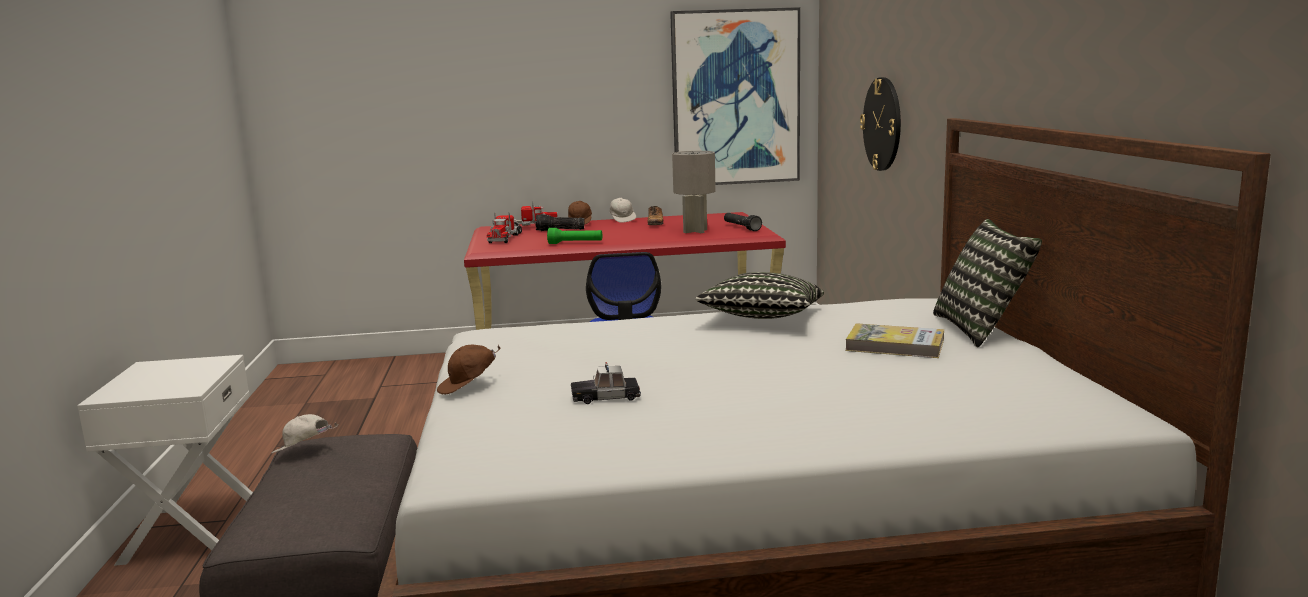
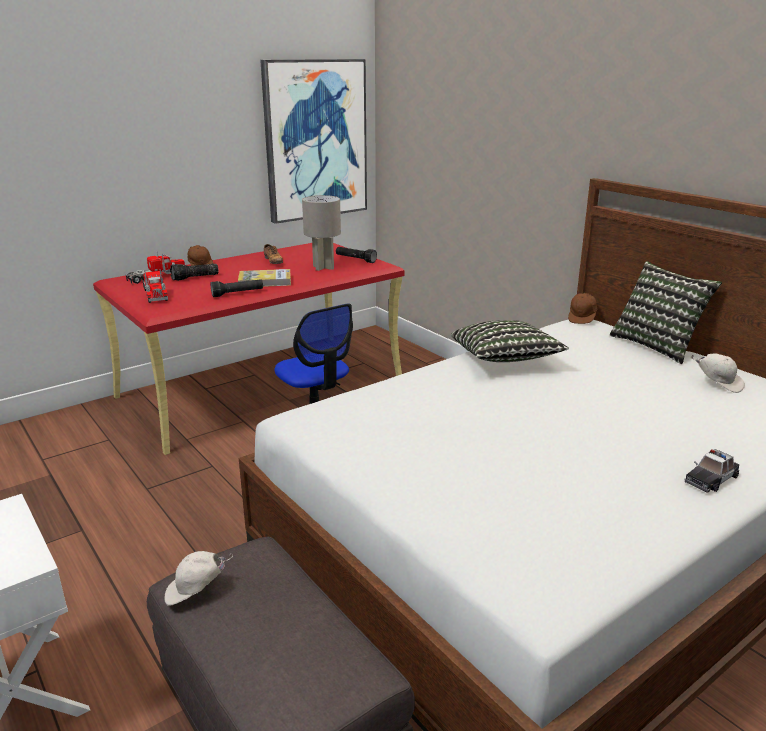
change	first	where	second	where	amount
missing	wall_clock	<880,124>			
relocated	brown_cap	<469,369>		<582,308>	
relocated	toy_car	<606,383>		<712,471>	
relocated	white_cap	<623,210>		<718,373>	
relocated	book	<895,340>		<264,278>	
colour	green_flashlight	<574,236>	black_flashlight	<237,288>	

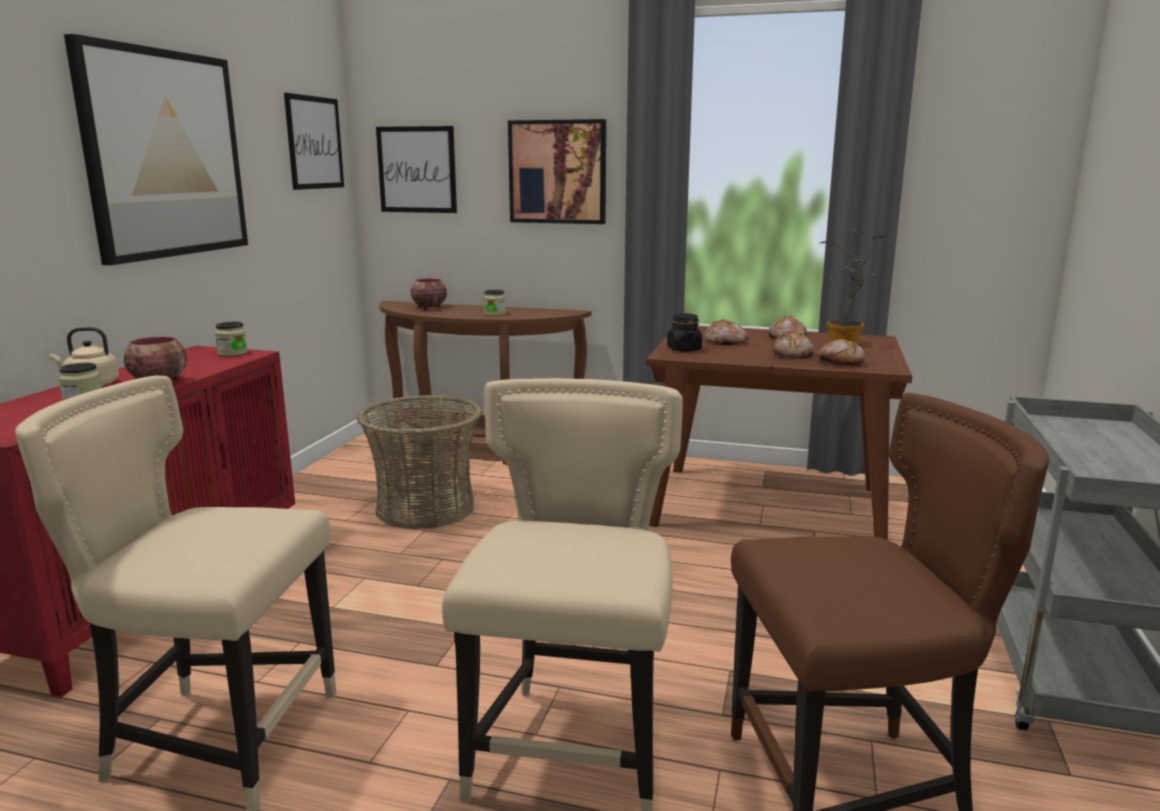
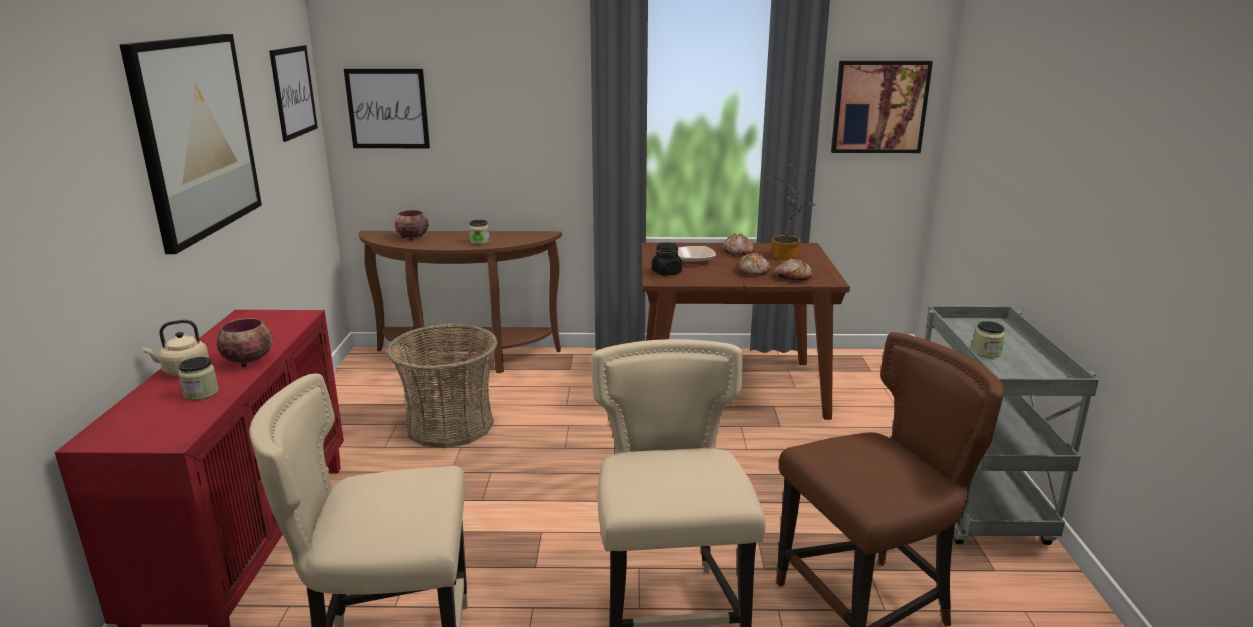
change	first	where	second	where	amount
relocated	jar	<231,339>		<988,339>	
relocated	picture	<557,171>		<882,107>	
exchanged	bread	<726,332>	bowl	<697,255>	

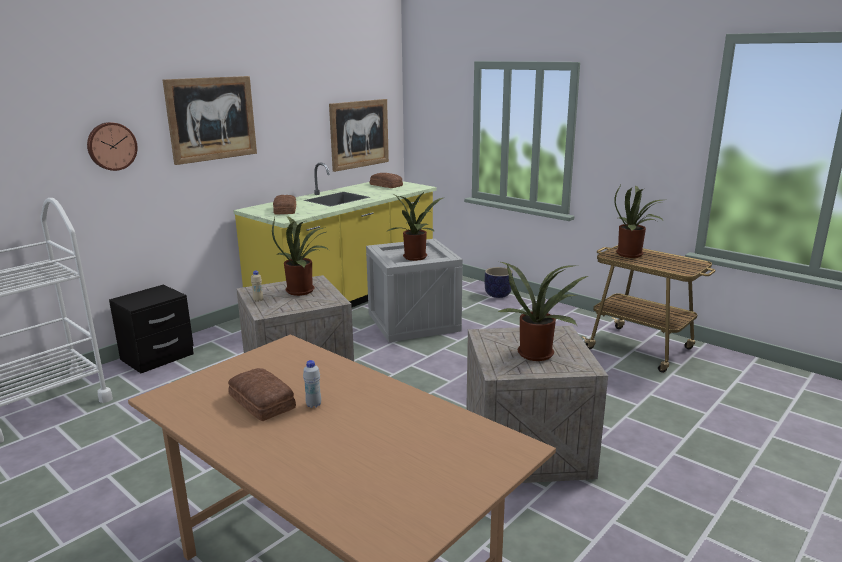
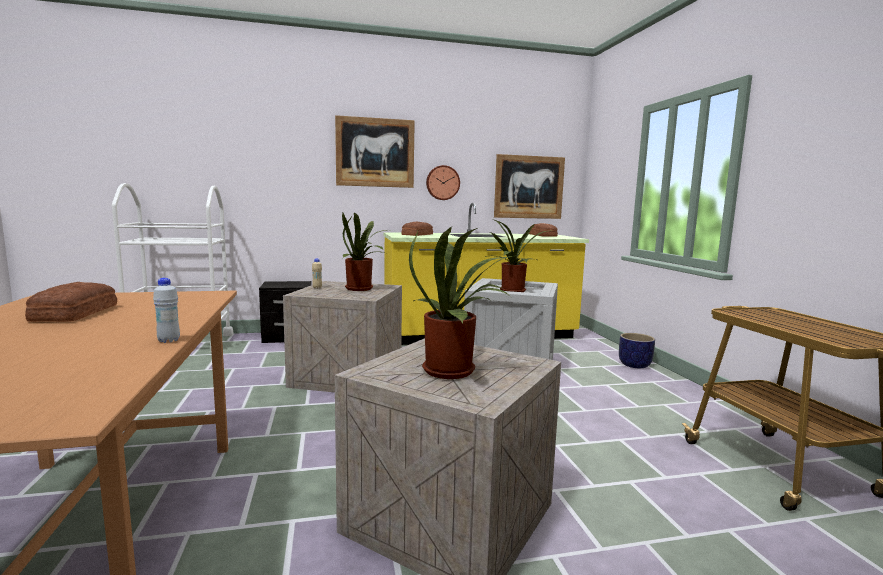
change	first	where	second	where	amount
missing	potted_plant	<638,221>			
relocated	wall_clock	<112,146>		<443,182>	
relocated	white_bottle	<312,384>		<166,310>	

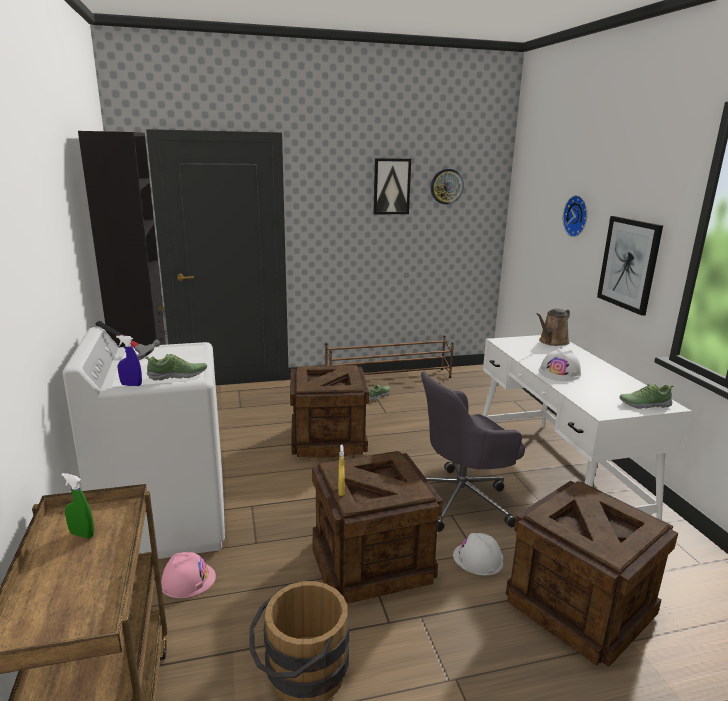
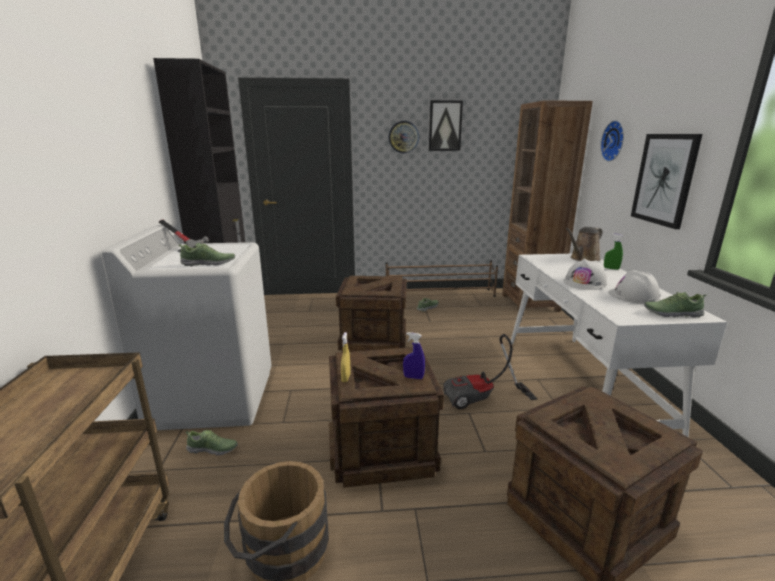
change	first	where	second	where	amount
appeared			brown_bookcase	<547,206>	
relocated	green_spray_bottle	<77,506>		<613,251>	
relocated	blue_spray_bottle	<129,360>		<414,355>	
relocated	wall_clock	<447,187>		<403,137>	
relocated	white_hard_hat	<478,554>		<634,287>	
exchanged	pink_hard_hat	<188,575>	shoe	<211,443>	
exchanged	grey_office_chair	<473,451>	vacuum_cleaner	<490,371>	

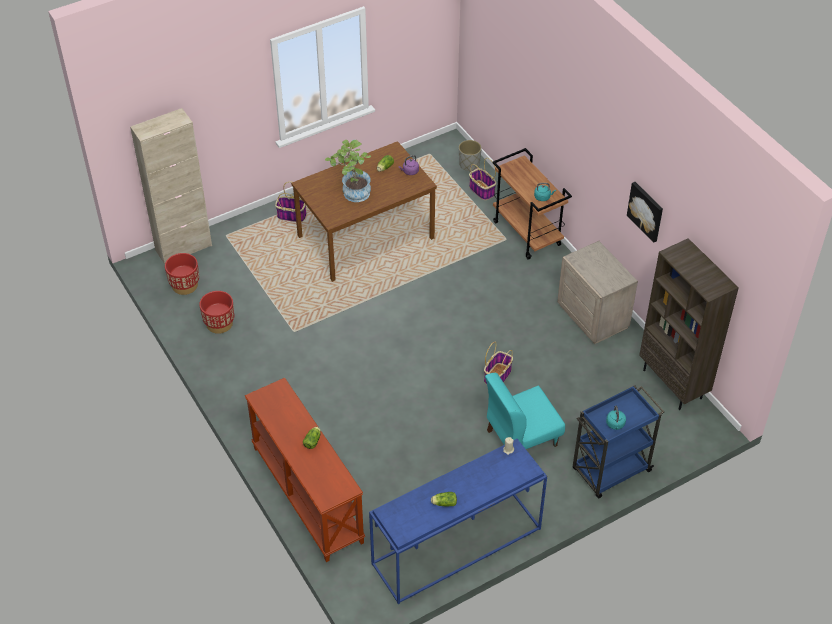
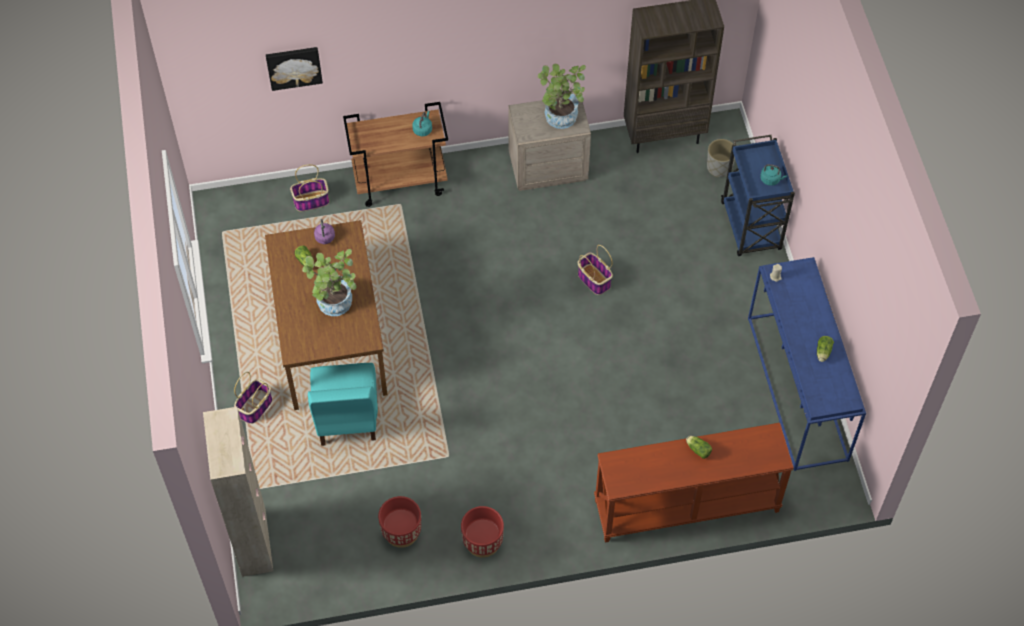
change	first	where	second	where	amount
appeared			potted_plant	<562,96>	
relocated	red_planter	<182,274>		<482,532>	
relocated	grey_planter	<470,156>		<721,158>	
relocated	turquoise_chair	<525,411>		<343,404>	
relocated	picture	<645,212>		<294,69>	

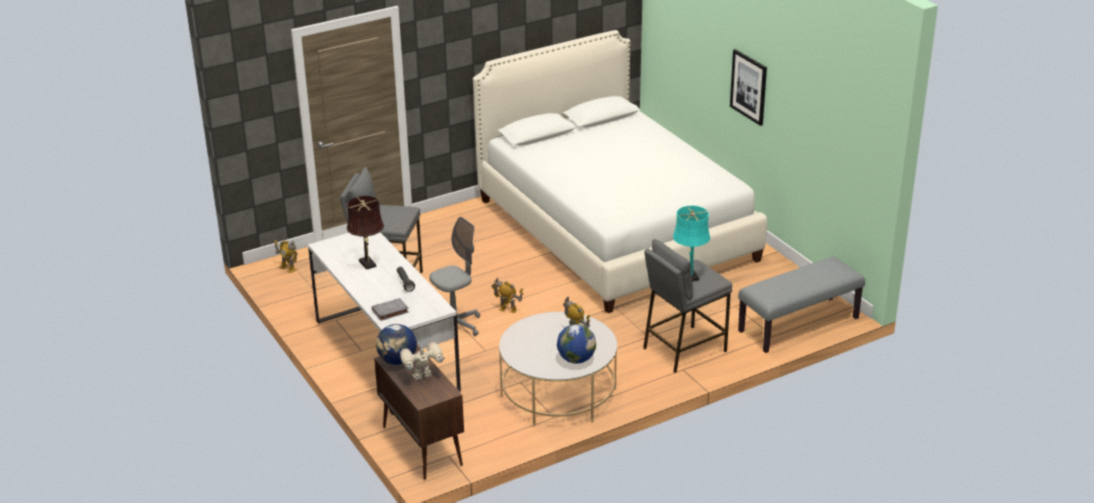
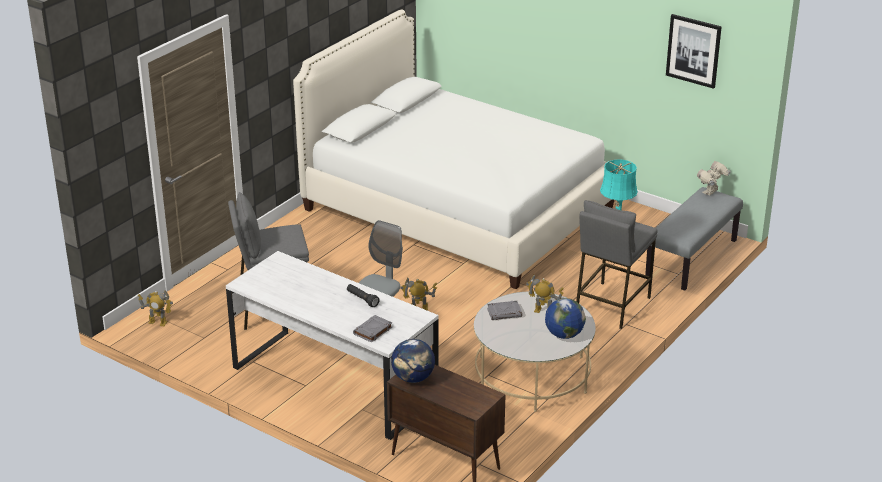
change	first	where	second	where	amount
missing	brown_table_lamp	<365,233>			
appeared			grey_book	<504,310>	
relocated	toy_robot	<422,361>		<714,178>	
relocated	picture	<748,87>		<694,51>	

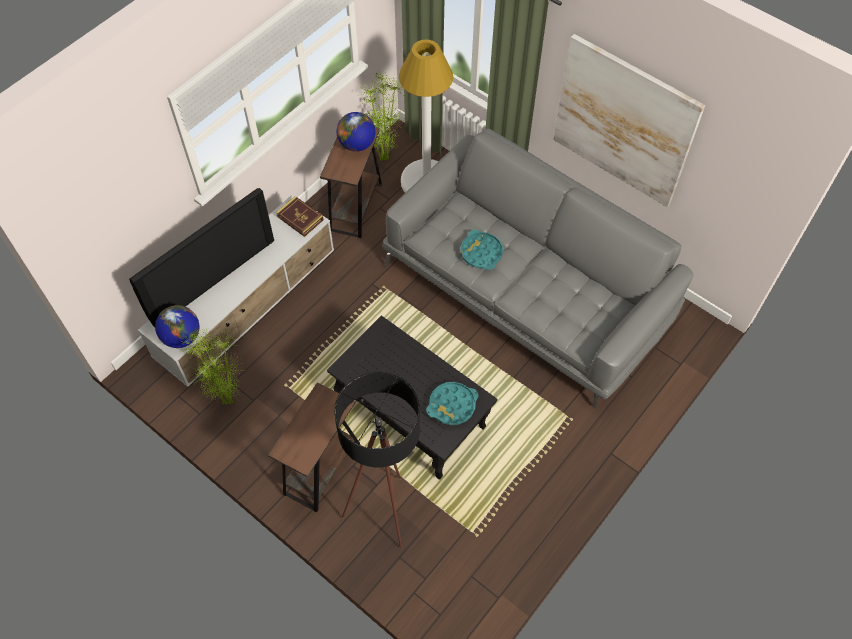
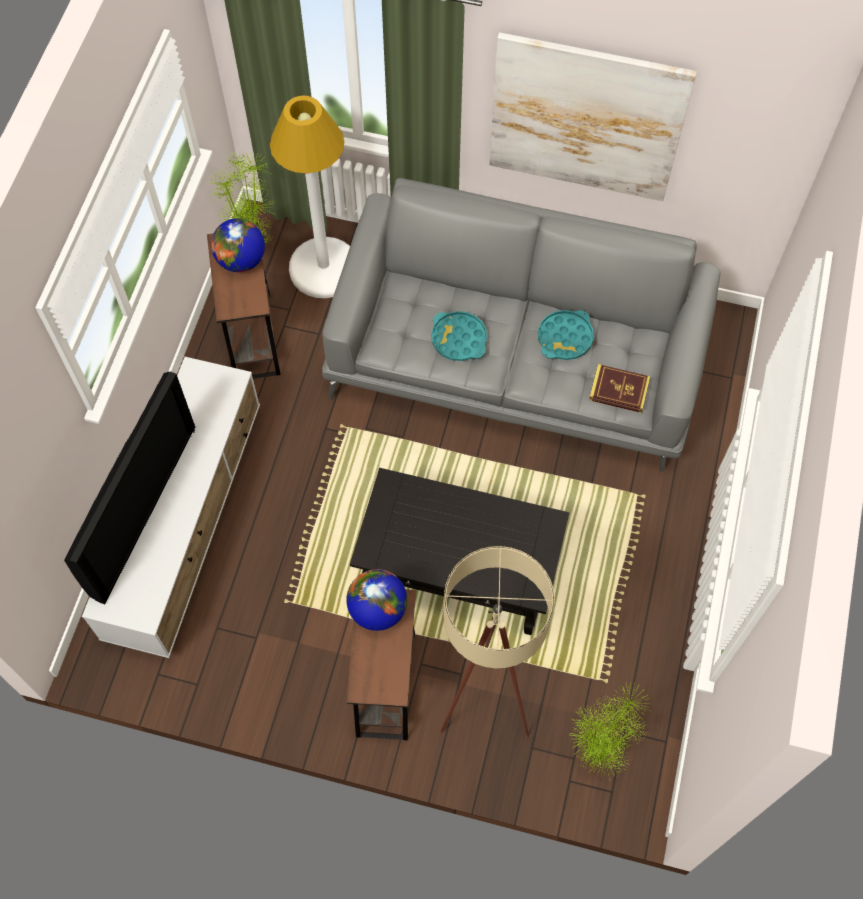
change	first	where	second	where	amount
relocated	globe	<177,326>		<376,600>	
relocated	potted_plant	<211,367>		<609,731>	
relocated	book	<300,216>		<619,388>	
relocated	turquoise_tray	<452,403>		<566,335>	
colour	black_floor_lamp	<377,460>	beige_floor_lamp	<497,641>	

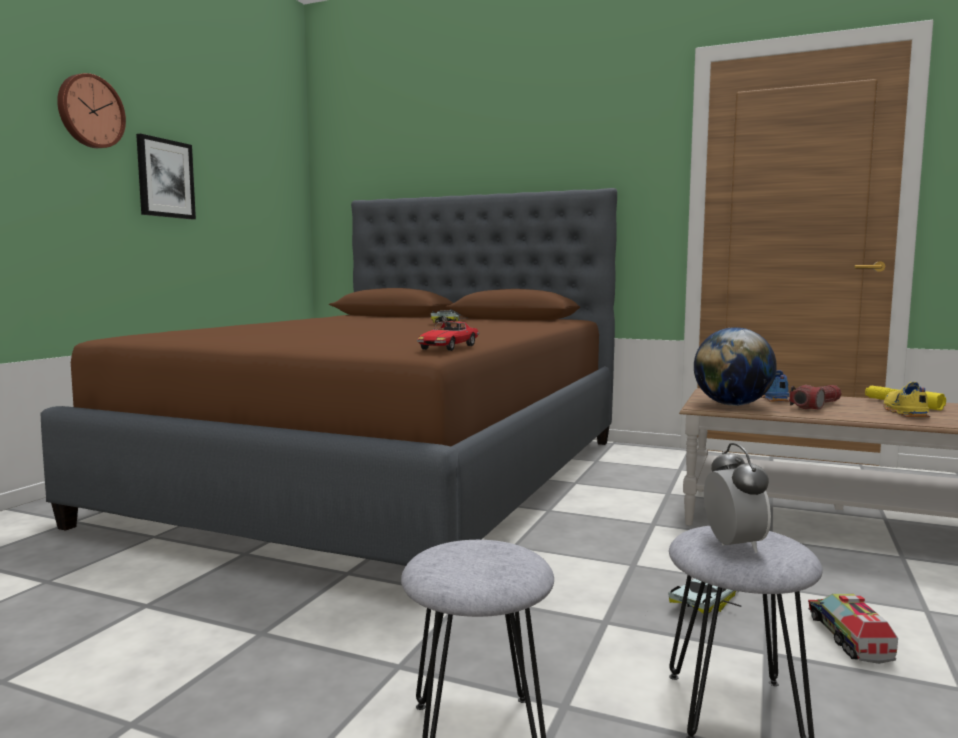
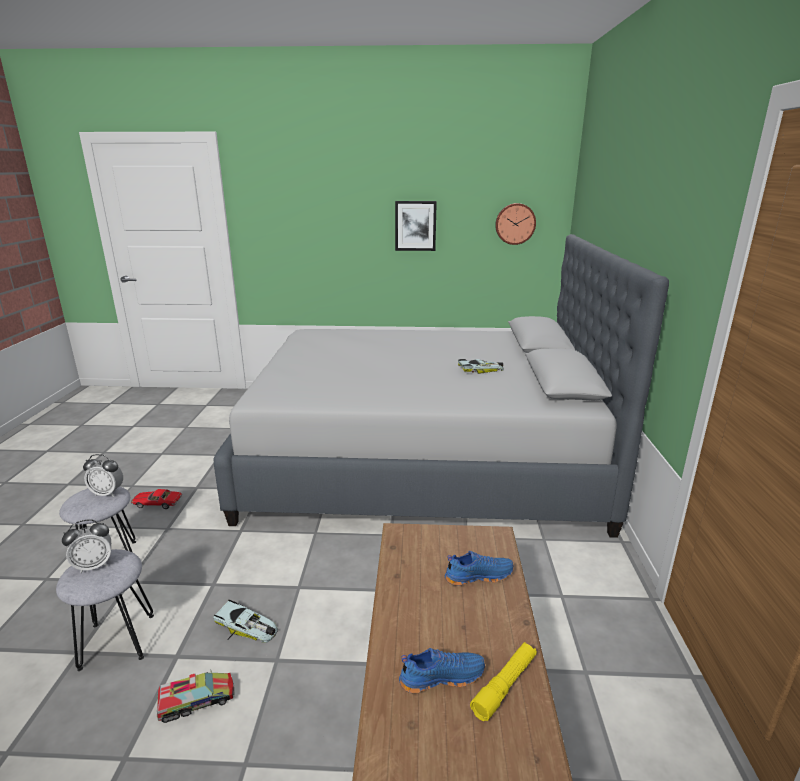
change	first	where	second	where	amount
missing	globe	<735,366>			
missing	flashlight	<815,397>			
appeared			alarm_clock	<103,475>	
relocated	wall_clock	<91,110>		<515,224>	
relocated	toy_car	<448,336>		<156,499>	
colour	brown_bed	<329,377>	grey_bed	<441,386>	
colour	yellow_shoe	<907,399>	blue_shoe	<442,671>	

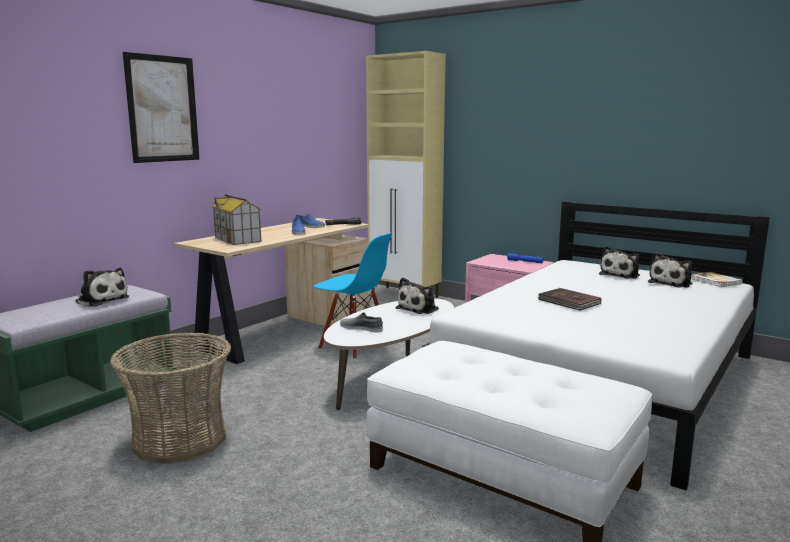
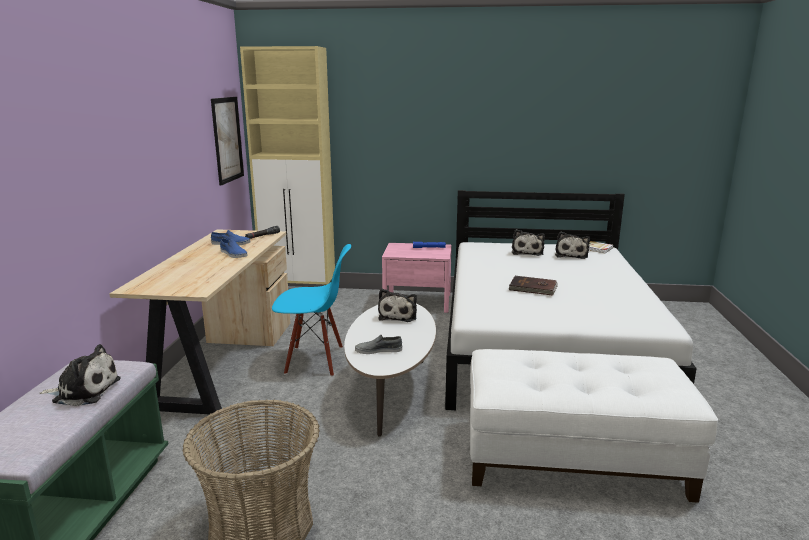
change	first	where	second	where	amount
missing	toy_house	<236,219>			
relocated	picture	<161,107>		<227,141>	

